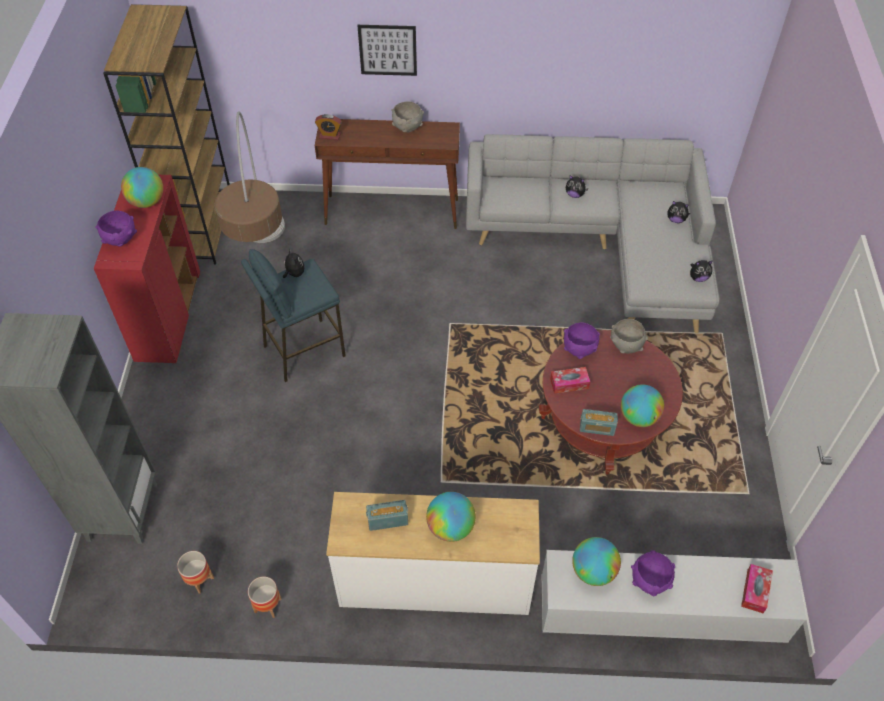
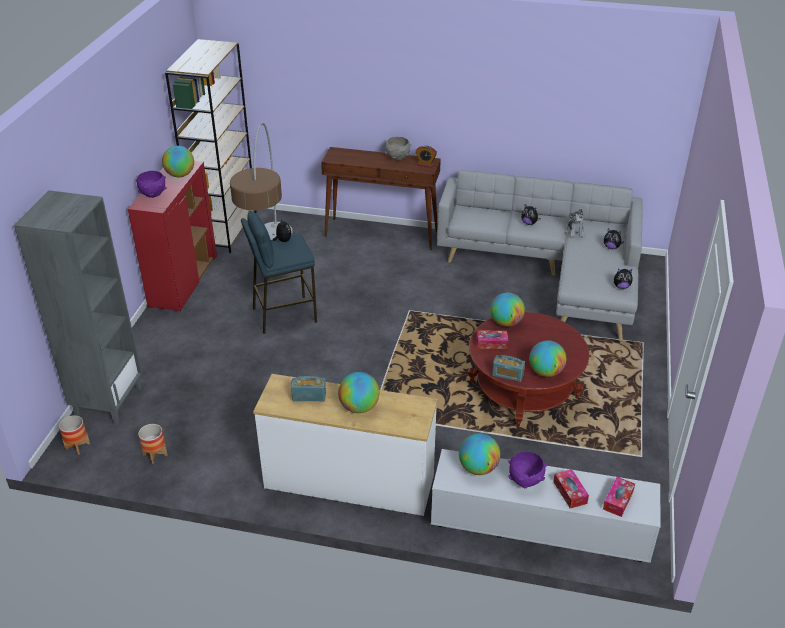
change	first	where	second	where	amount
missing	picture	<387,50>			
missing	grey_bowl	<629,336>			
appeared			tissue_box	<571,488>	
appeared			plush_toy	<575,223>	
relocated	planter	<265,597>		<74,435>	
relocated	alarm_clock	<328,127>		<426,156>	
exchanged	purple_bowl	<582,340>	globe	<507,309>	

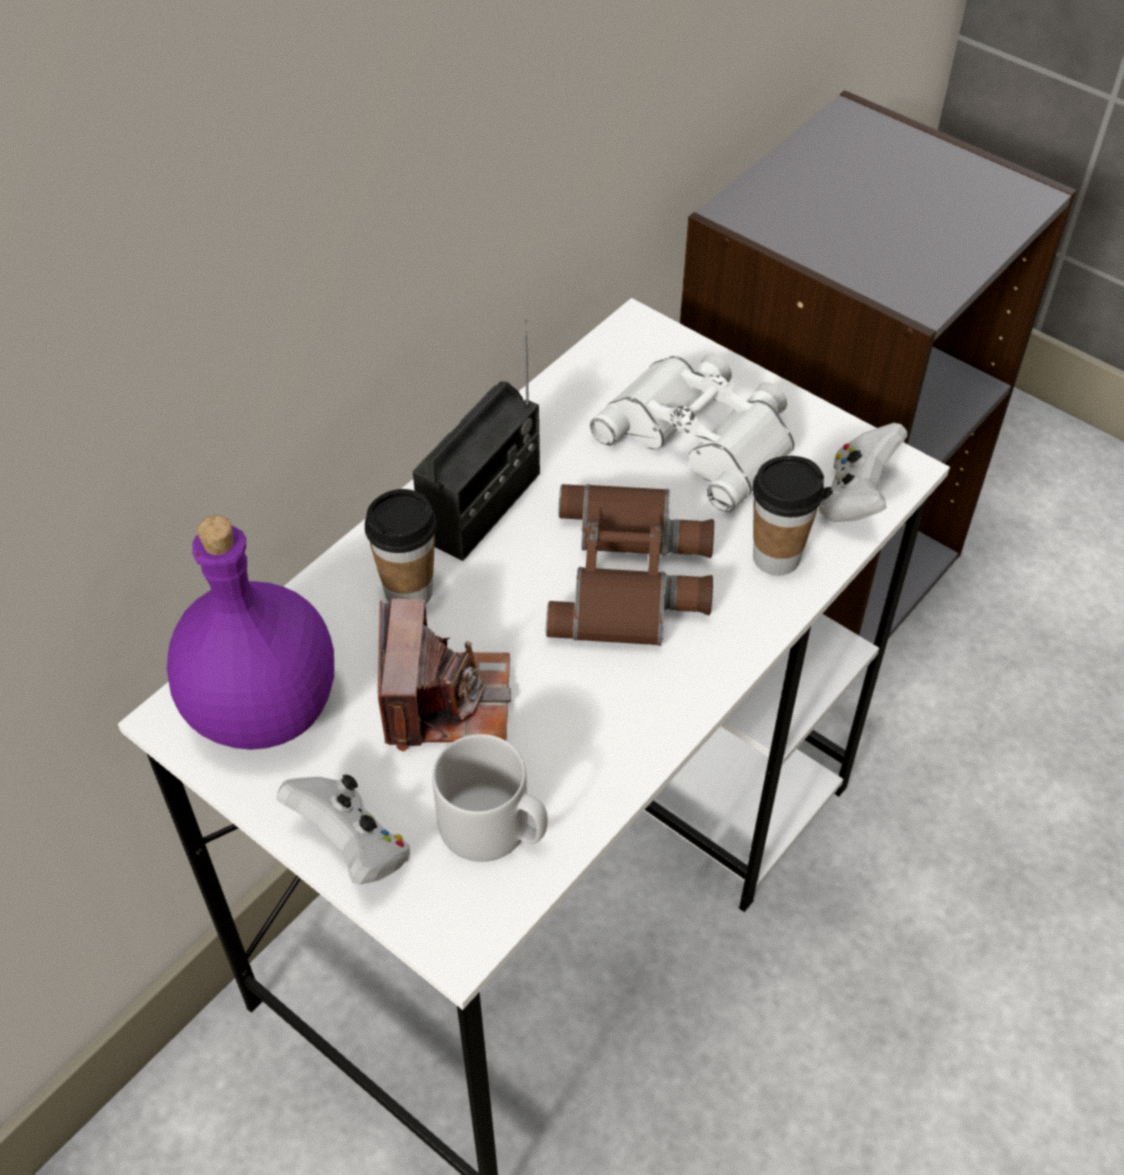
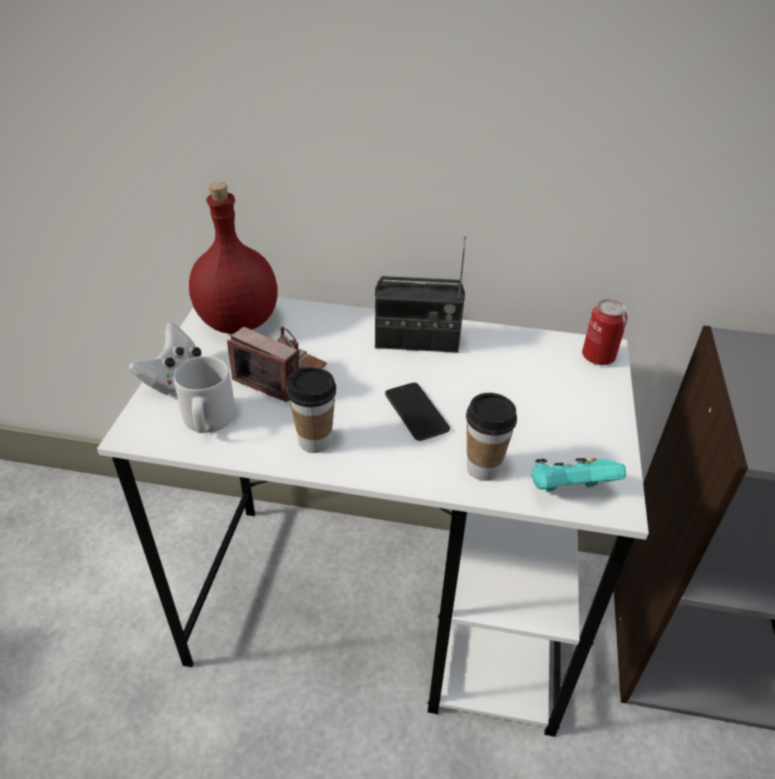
change	first	where	second	where	amount
missing	white_binoculars	<692,432>			
appeared			can	<605,332>	
relocated	cup	<401,546>		<311,410>	
exchanged	brown_binoculars	<630,565>	phone	<417,412>	
colour	purple_bottle	<250,632>	red_bottle	<233,258>	
colour	white_game_controller	<863,472>	turquoise_game_controller	<578,475>	
spun	photo_camera	<444,675>		<277,364>	120 degrees counterclockwise

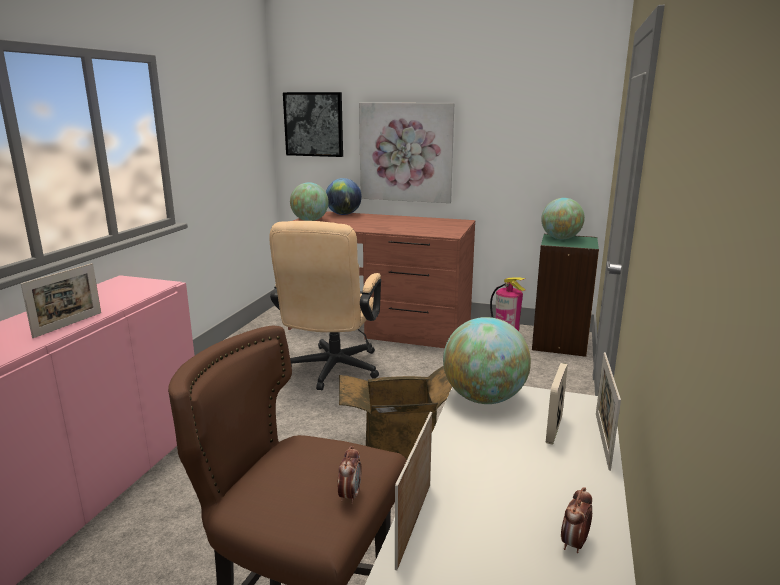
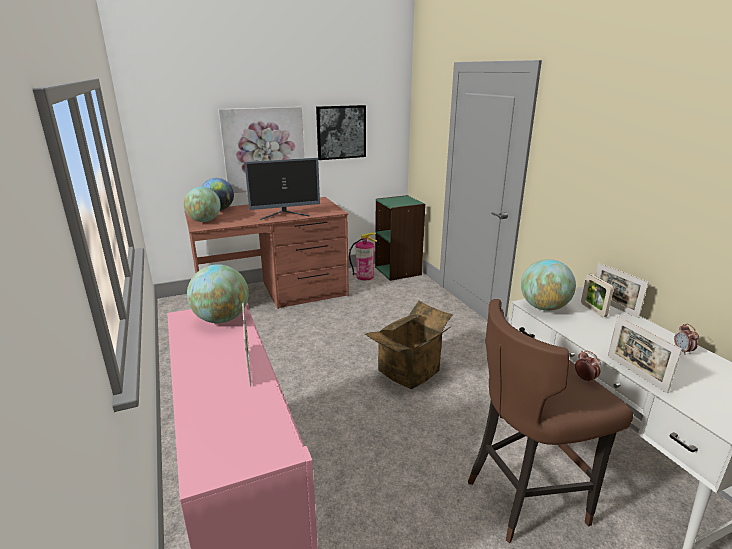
change	first	where	second	where	amount
missing	beige_office_chair	<325,305>			
appeared			monitor	<282,189>	
relocated	picture	<313,124>		<341,132>	
relocated	globe	<563,218>		<218,293>	

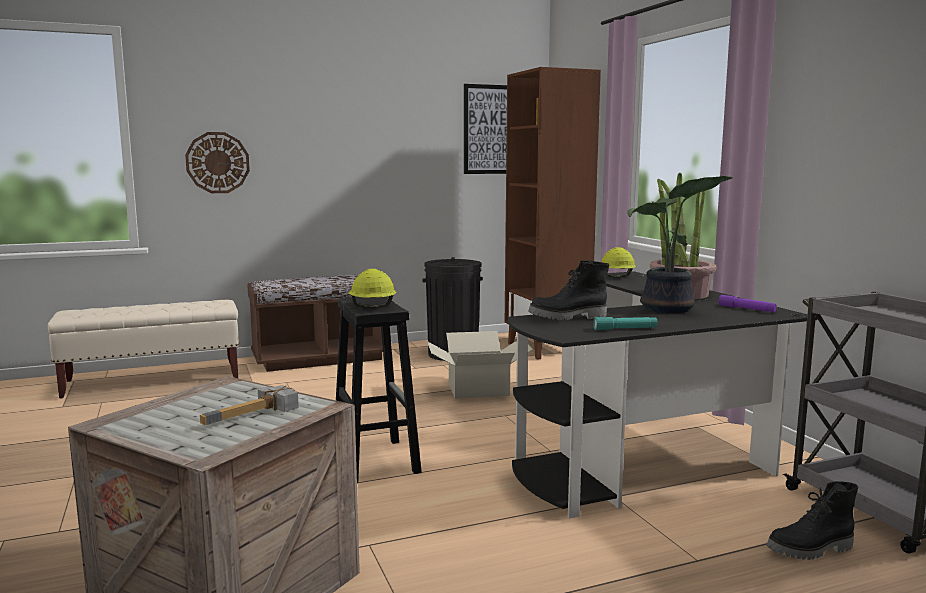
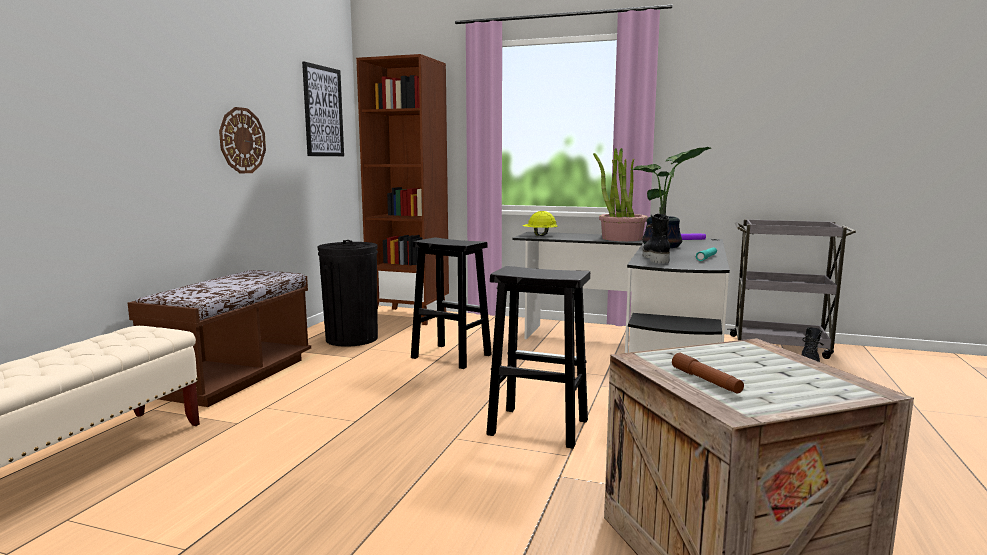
change	first	where	second	where	amount
missing	hammer	<249,405>			
missing	yellow_hard_hat	<373,289>			
appeared			brown_flashlight	<708,373>	
relocated	wall_clock	<217,162>		<242,140>	
exchanged	cardboard_box	<480,365>	black_stool	<451,303>	
spun	black_boot	<568,290>		<656,238>	150 degrees clockwise

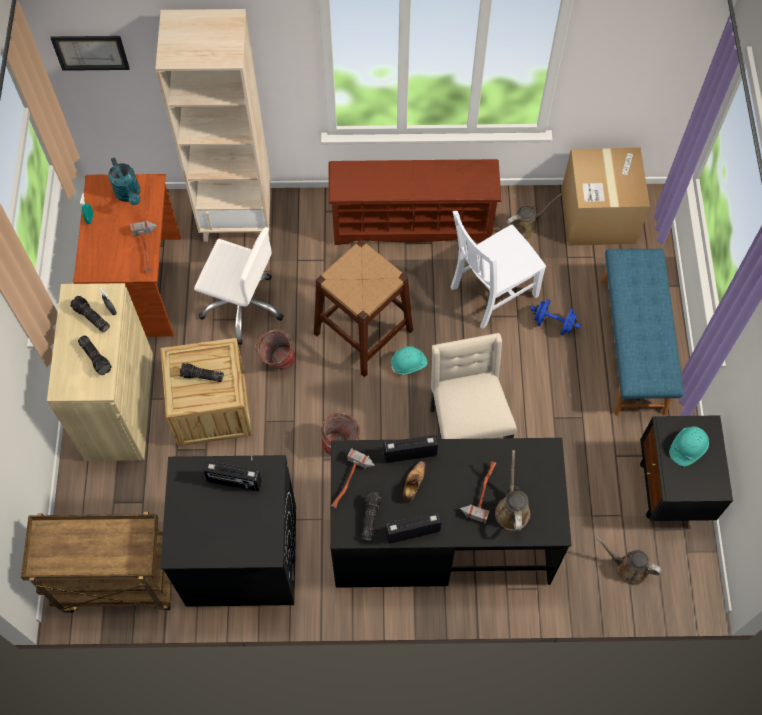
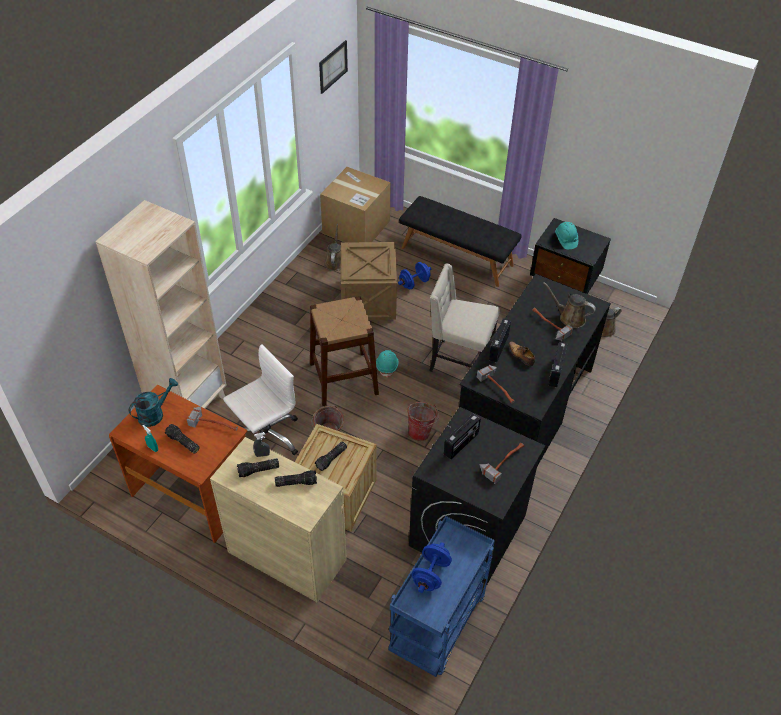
change	first	where	second	where	amount
missing	brown_shoe_rack	<415,202>			
appeared			blue_dumbbell	<432,567>	
appeared			hammer	<501,463>	
relocated	picture	<90,53>		<333,67>	
relocated	flashlight	<371,516>		<182,438>	
exchanged	white_chair	<498,270>	crate	<369,281>	
colour	brown_cart	<97,562>	blue_cart	<442,596>	
colour	blue_bench	<642,332>	black_bench	<460,241>	
spun	turquoise_watering_can	<124,181>		<153,402>	45 degrees counterclockwise

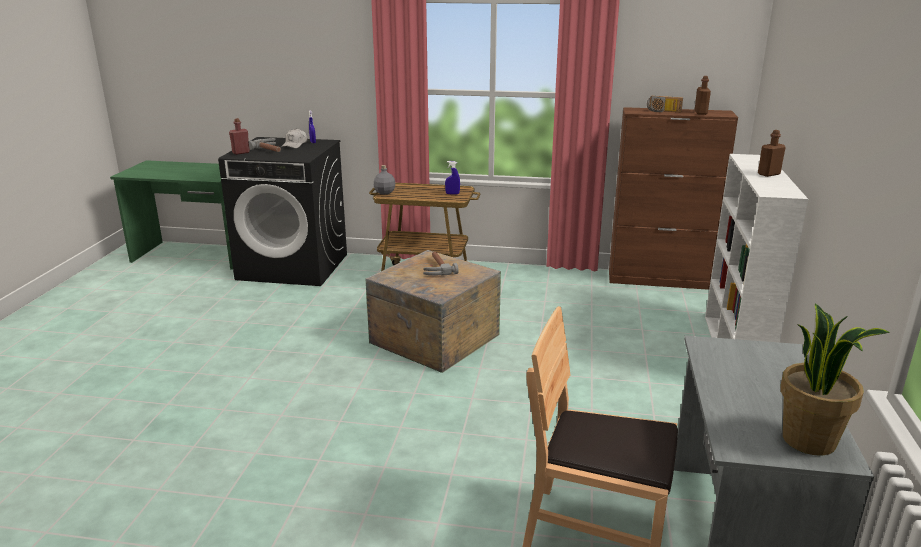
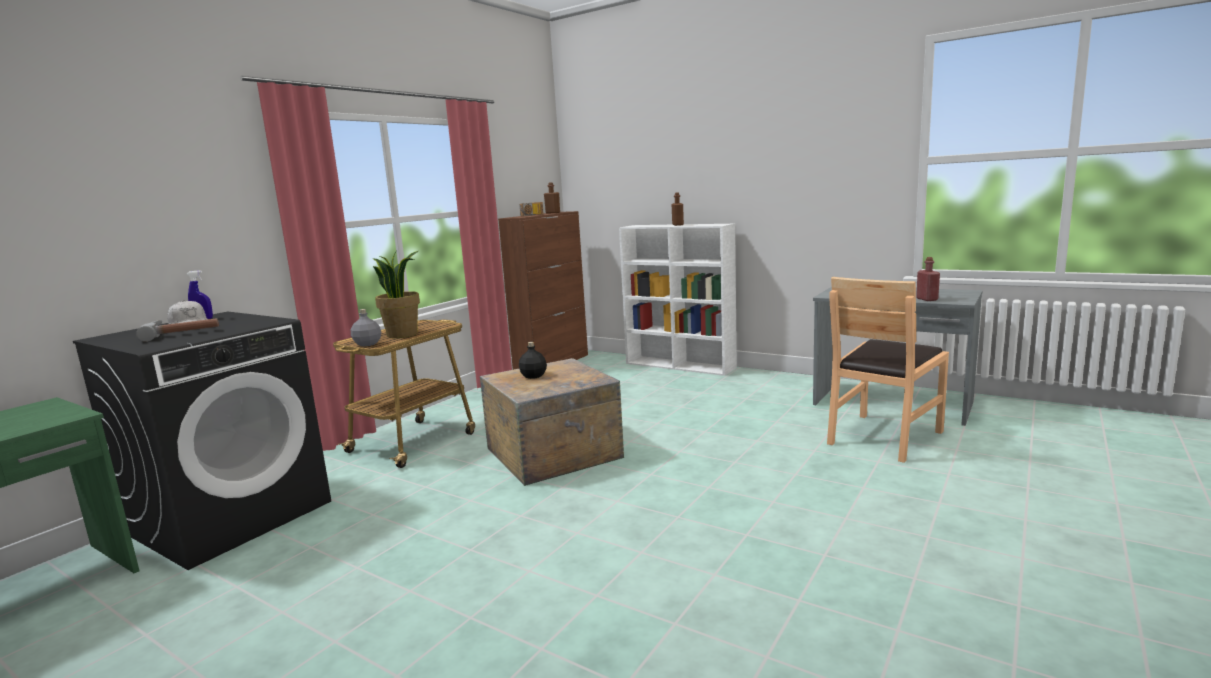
change	first	where	second	where	amount
missing	blue_spray_bottle	<452,177>			
relocated	red_bottle	<239,136>		<928,279>	
relocated	potted_plant	<835,379>		<396,294>	
exchanged	hammer	<441,263>	black_bottle	<533,360>	

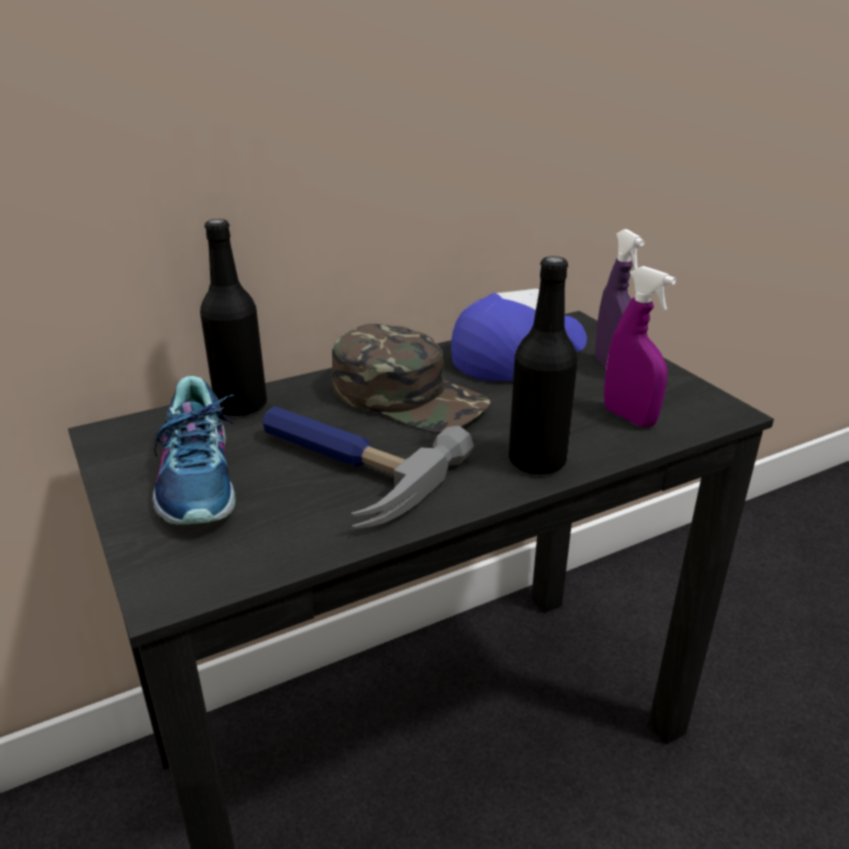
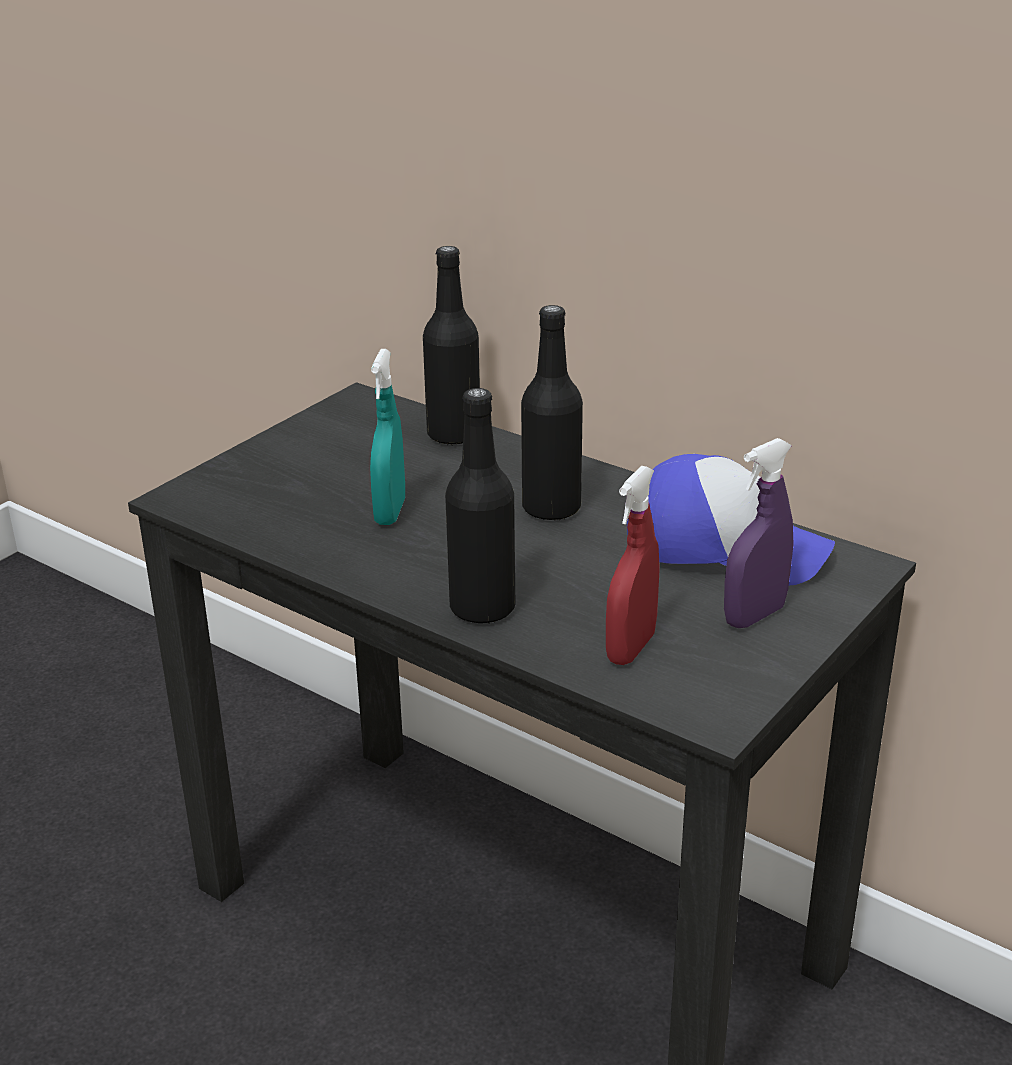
change	first	where	second	where	amount
missing	shoe	<194,450>			
exchanged	hammer	<368,467>	turquoise_spray_bottle	<387,437>	
exchanged	green_cap	<411,378>	black_bottle	<552,413>	
colour	purple_spray_bottle	<640,347>	red_spray_bottle	<633,565>	

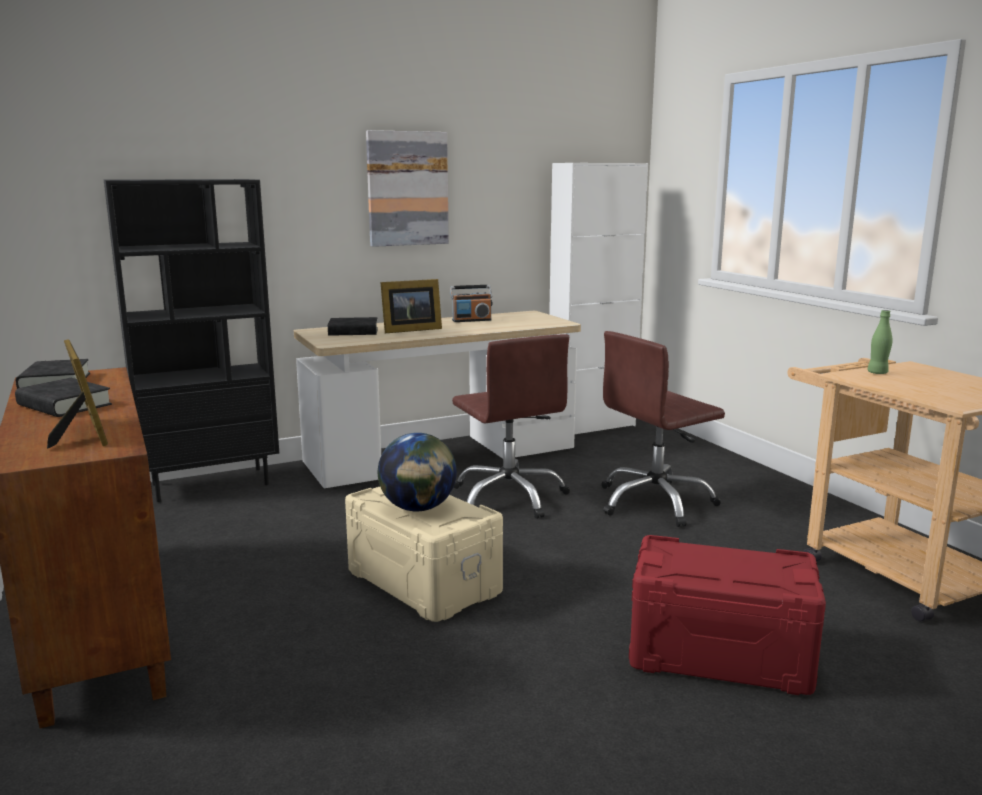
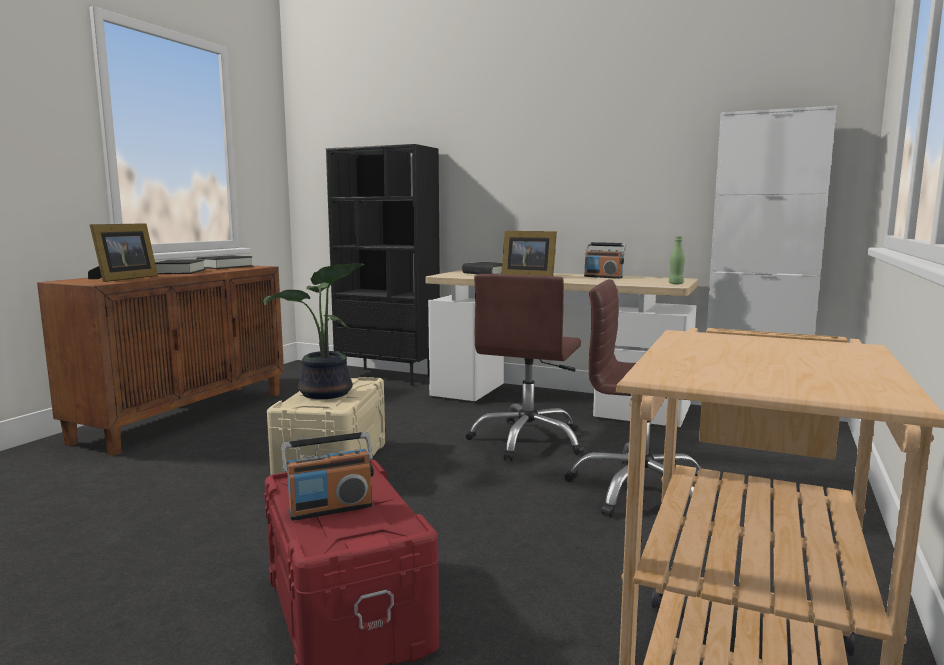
change	first	where	second	where	amount
missing	picture	<407,188>			
appeared			radio	<327,476>	
relocated	green_bottle	<879,342>		<677,260>	
exchanged	globe	<417,472>	potted_plant	<313,331>	

